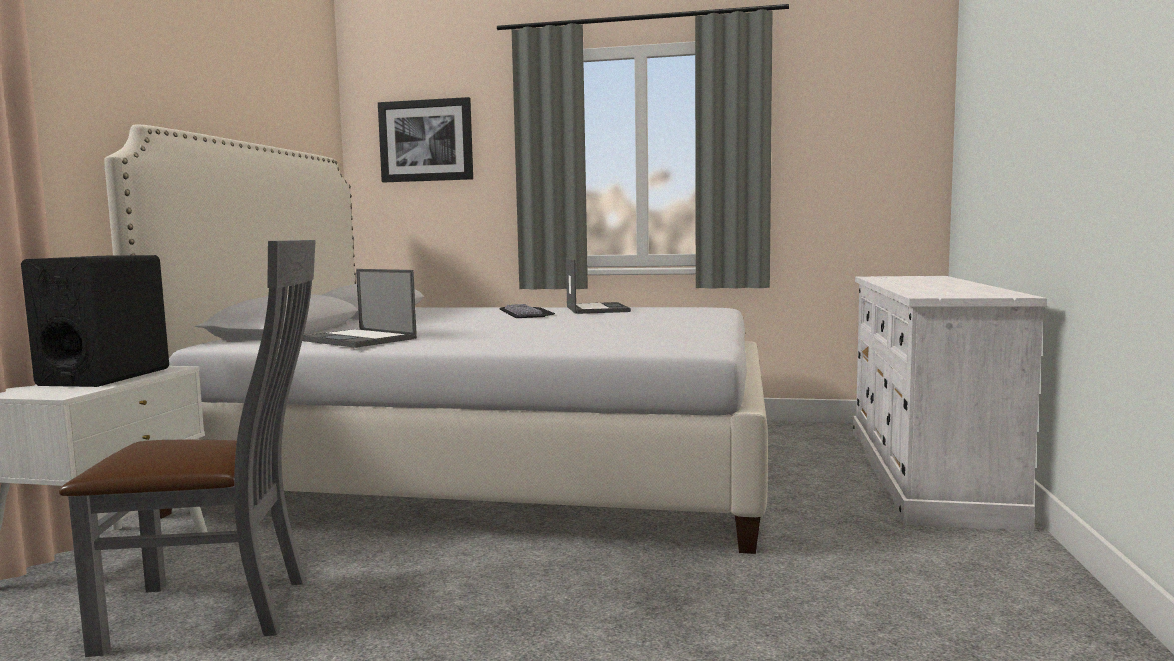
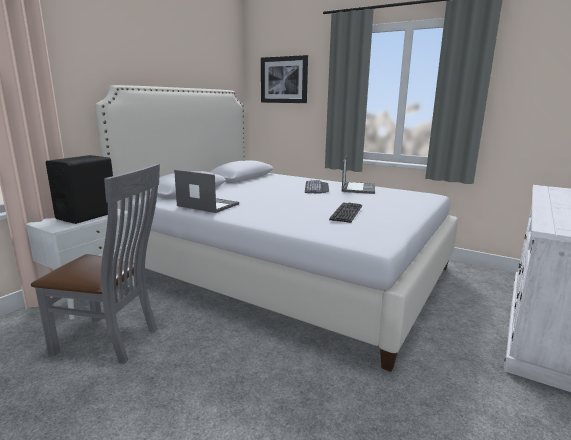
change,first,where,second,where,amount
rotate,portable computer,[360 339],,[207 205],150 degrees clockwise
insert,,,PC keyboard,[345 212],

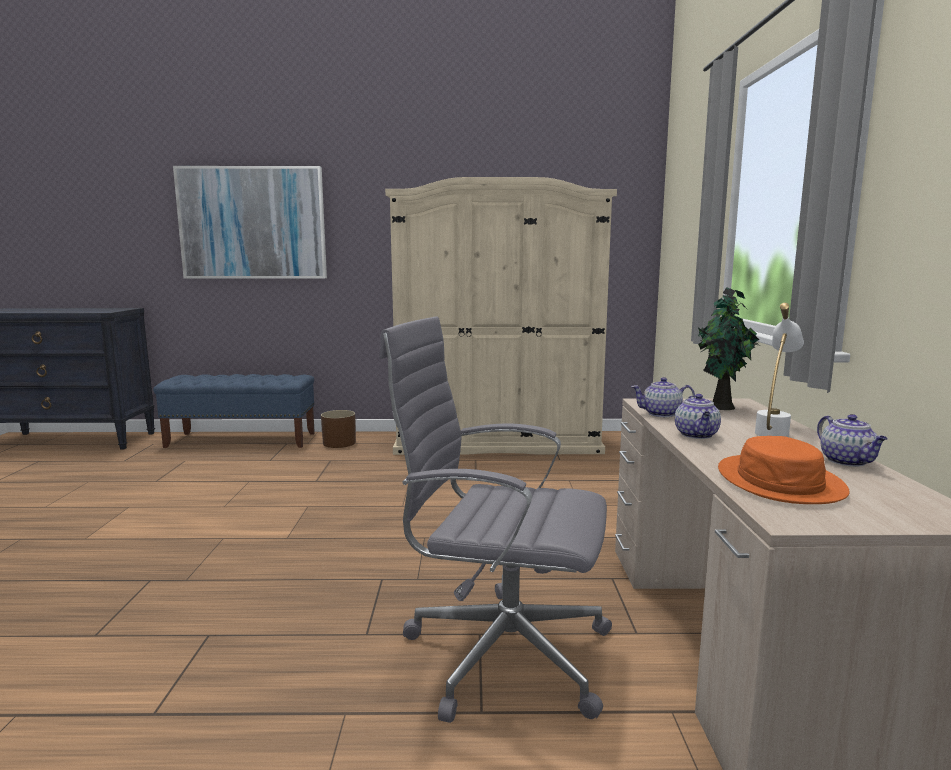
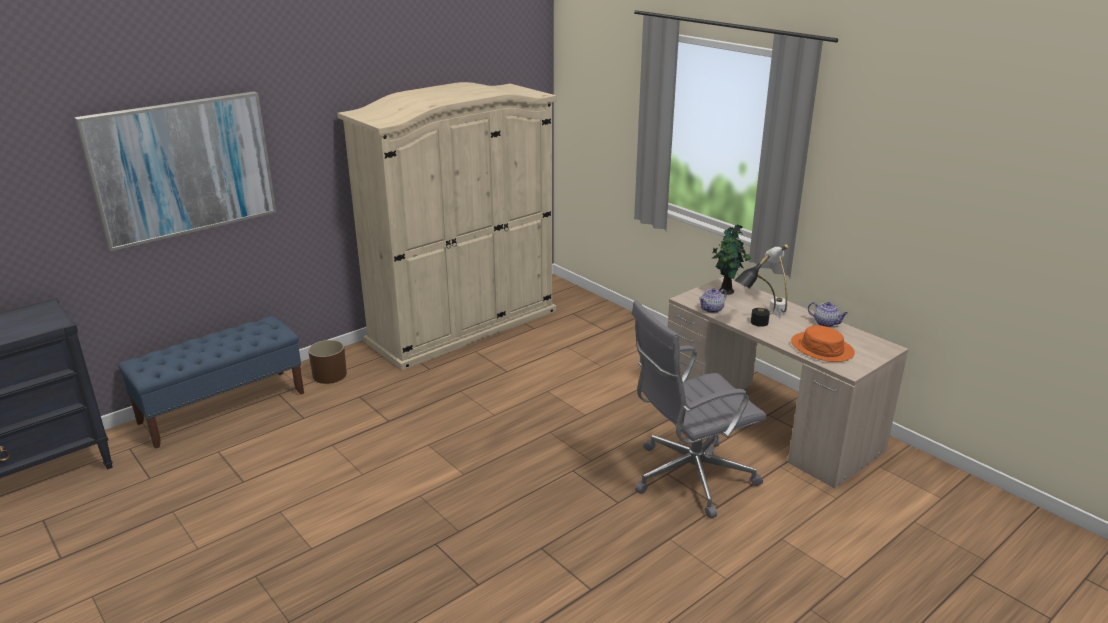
change,first,where,second,where,amount
replace,tea pot,[697 435],tabletop lamp/blackish,[752 324],

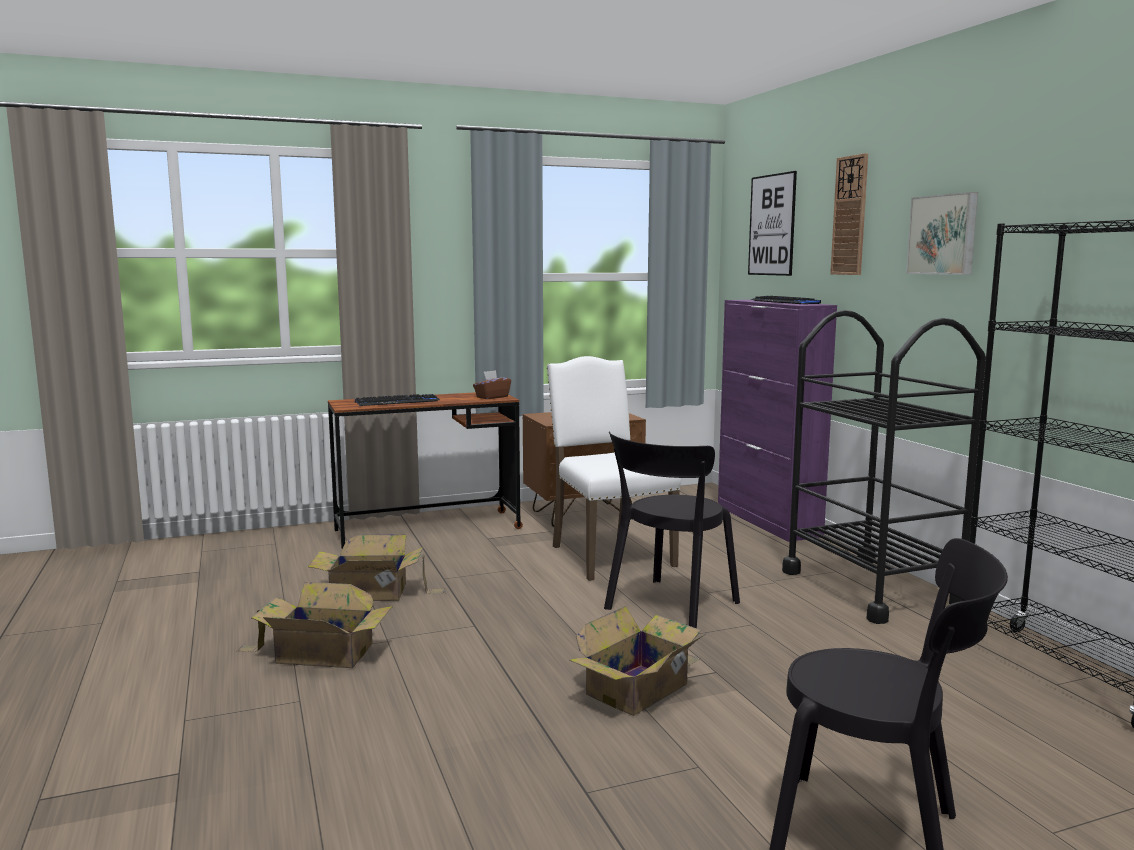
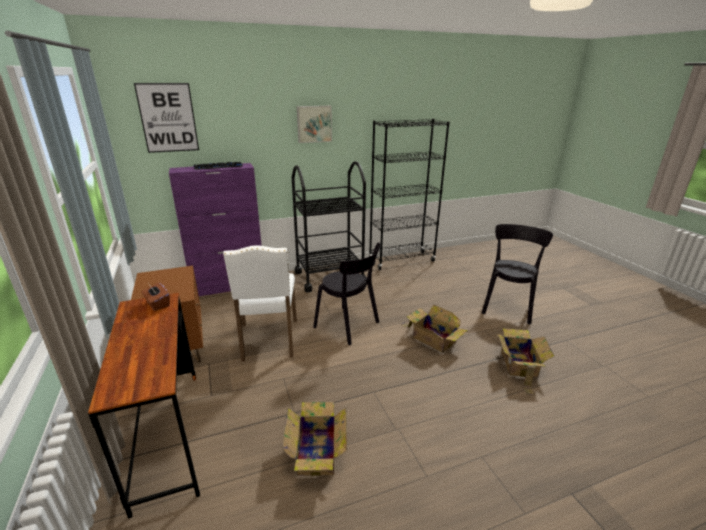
change,first,where,second,where,amount
move,cardboard box,[321 653],,[518 365],
delete,PC keyboard,[397 402],,,
rotate,plain chair/whitish,[608 555],,[268 341],75 degrees counterclockwise
delete,wall clock,[850 216],,,

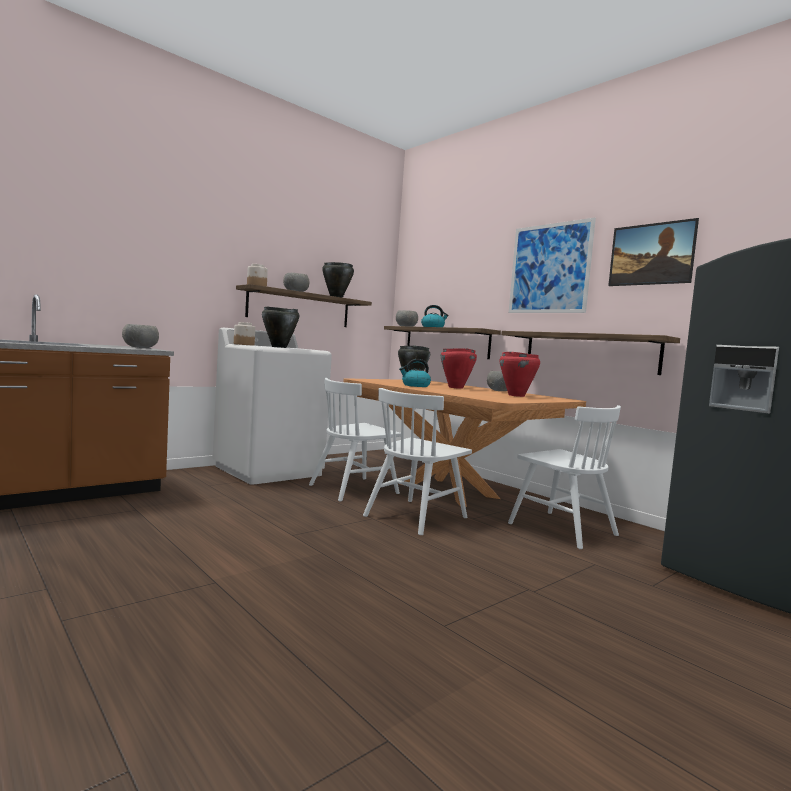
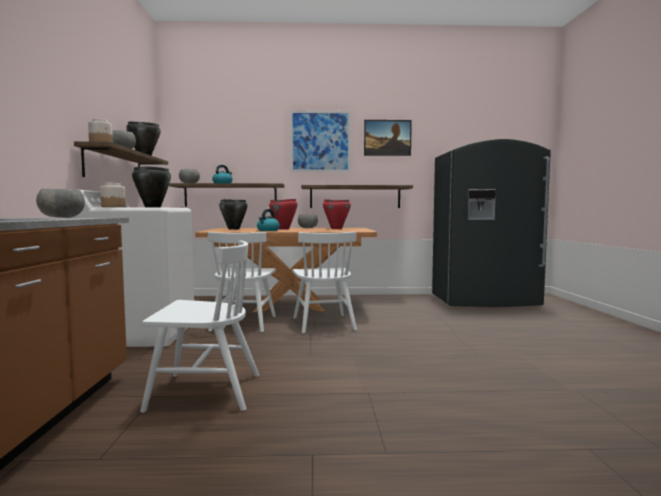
change,first,where,second,where,amount
move,plain chair/whitish,[562 529],,[205 392],

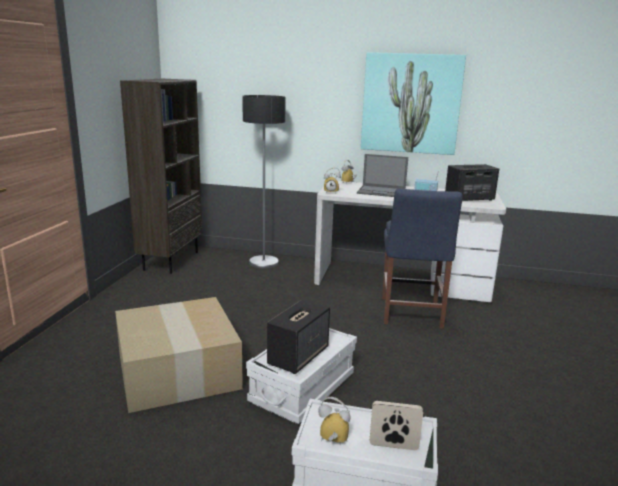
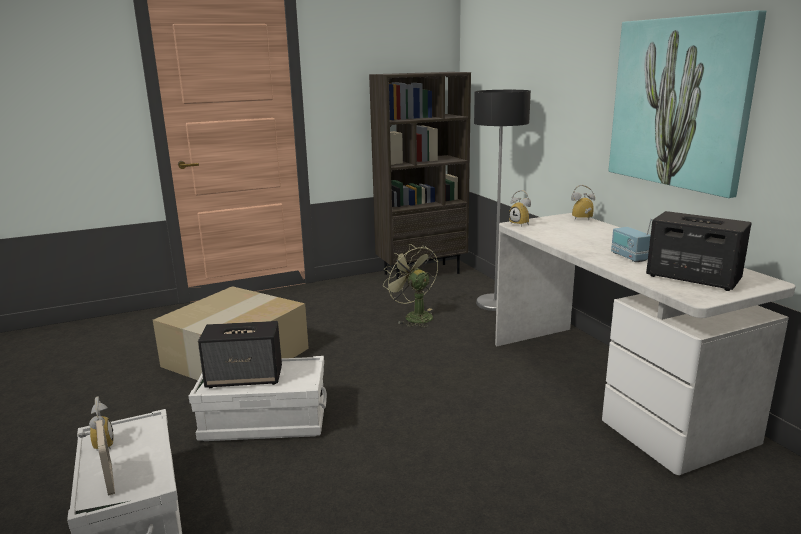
change,first,where,second,where,amount
delete,portable computer,[382 192],,,
delete,plain chair/blue-coloured,[411 314],,,
insert,,,electric fan/green,[413 316],

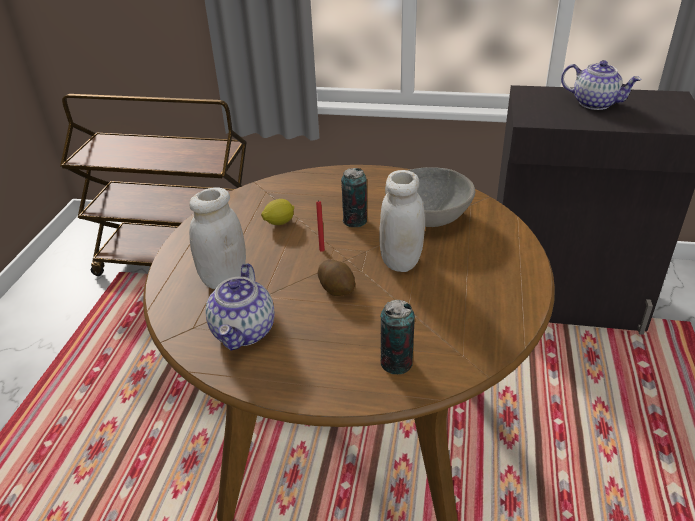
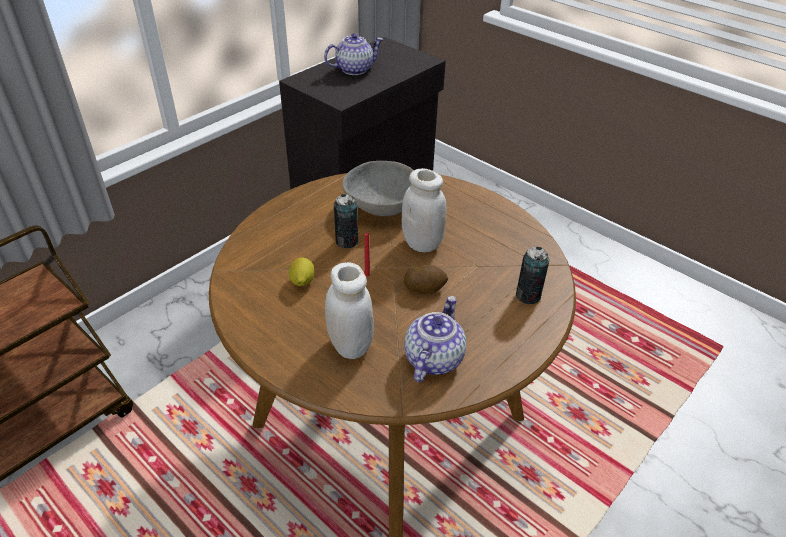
change,first,where,second,where,amount
rotate,tea pot,[244 332],,[433 358],105 degrees counterclockwise

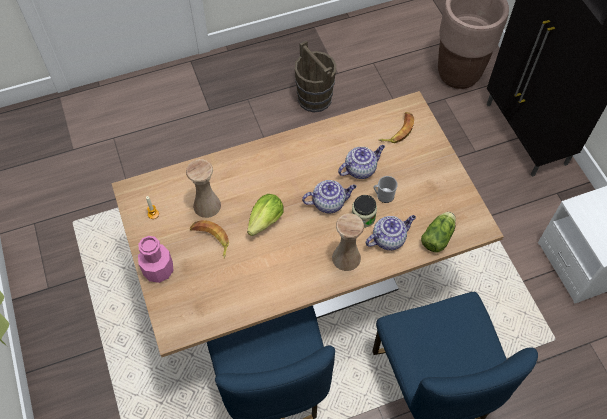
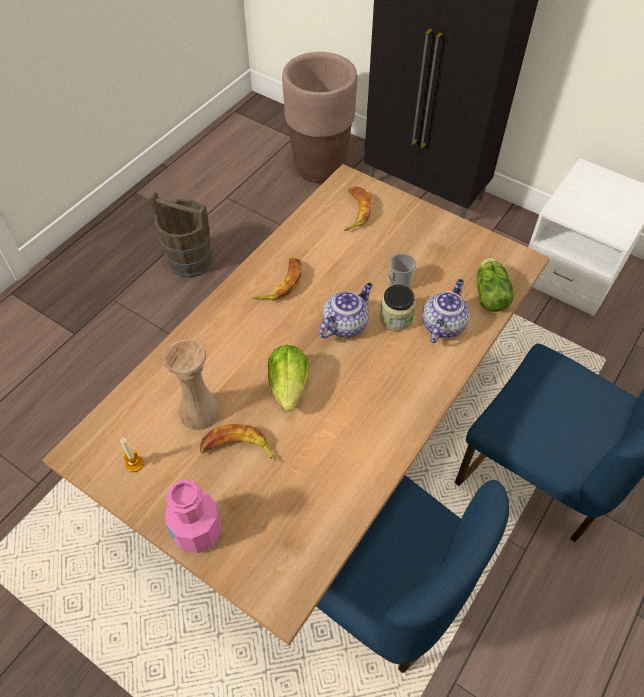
change,first,where,second,where,amount
delete,flower vase/beige,[346 258],,,
delete,tea pot,[360 169],,,
insert,,,whole banana,[281 283],

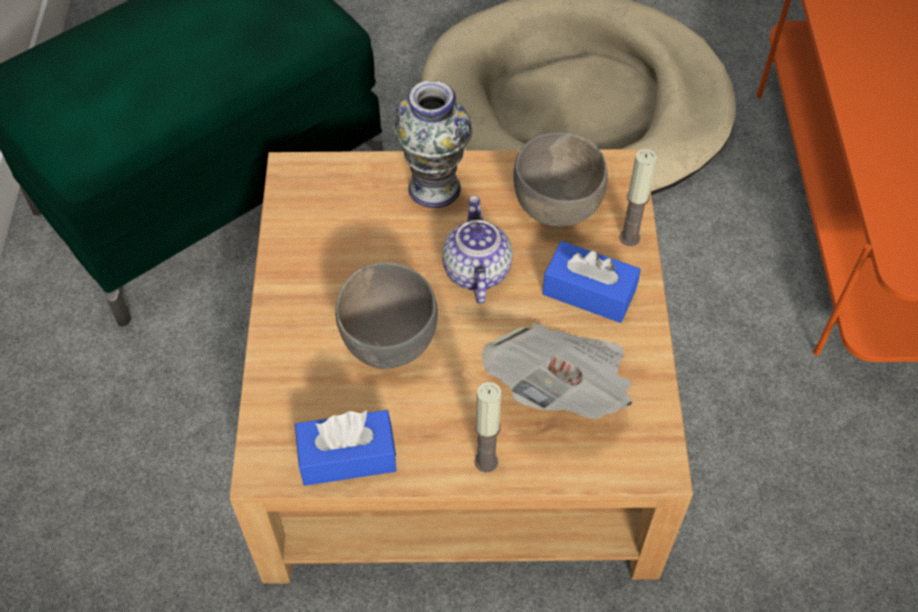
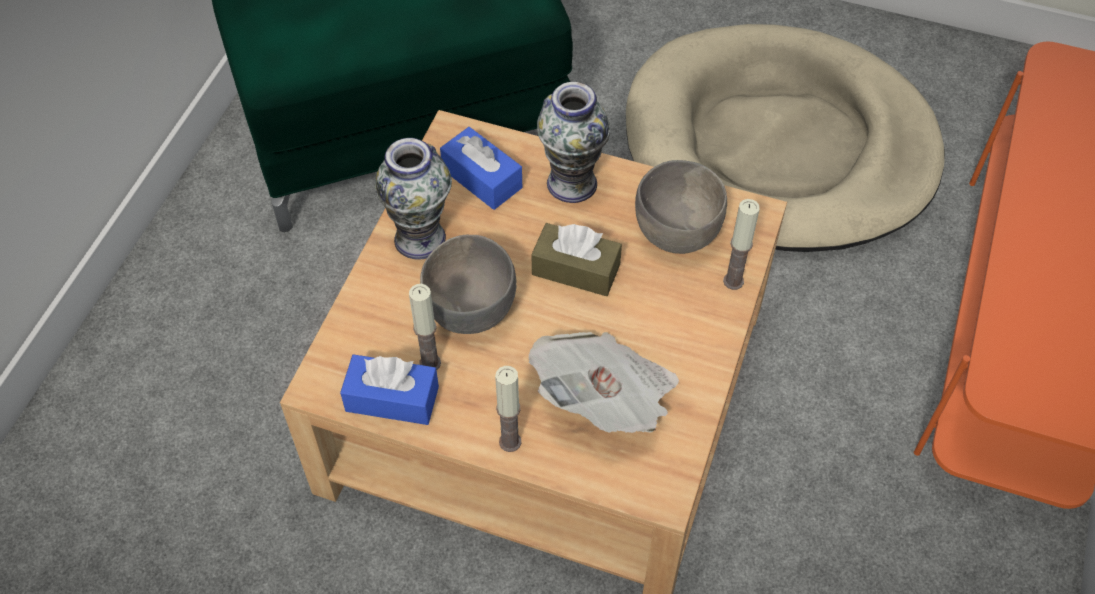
change,first,where,second,where,amount
replace,tea pot,[475 271],box of tissues/brownish,[576 269],
move,box of tissues/blue-coloured,[589 292],,[482 178],
insert,,,flower vase,[419 238],
insert,,,candle,[430 363],

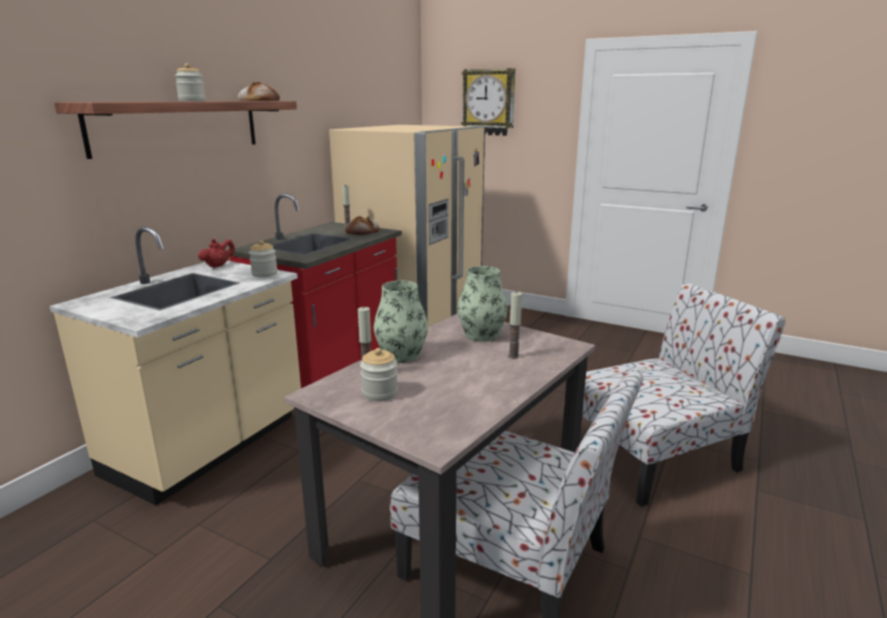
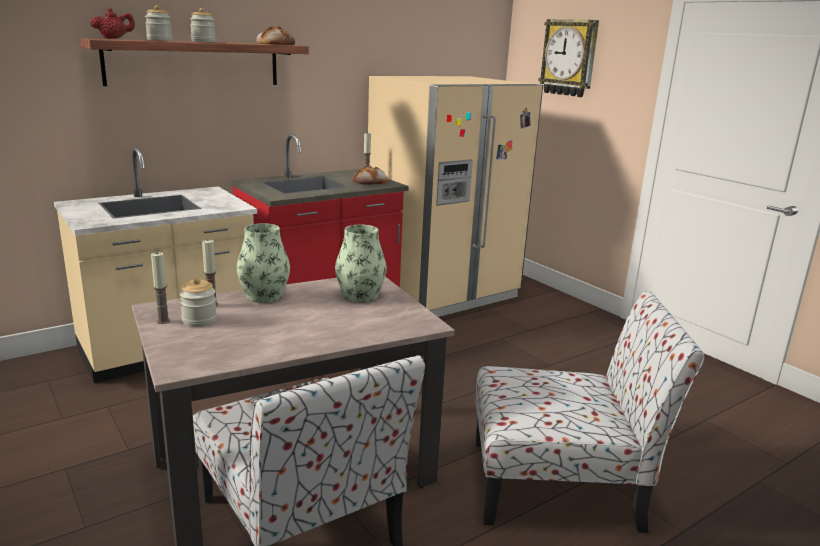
change,first,where,second,where,amount
move,tea pot/red,[218 266],,[114 39],
move,jar,[264 274],,[159 40],
move,candle,[513 356],,[163 321],

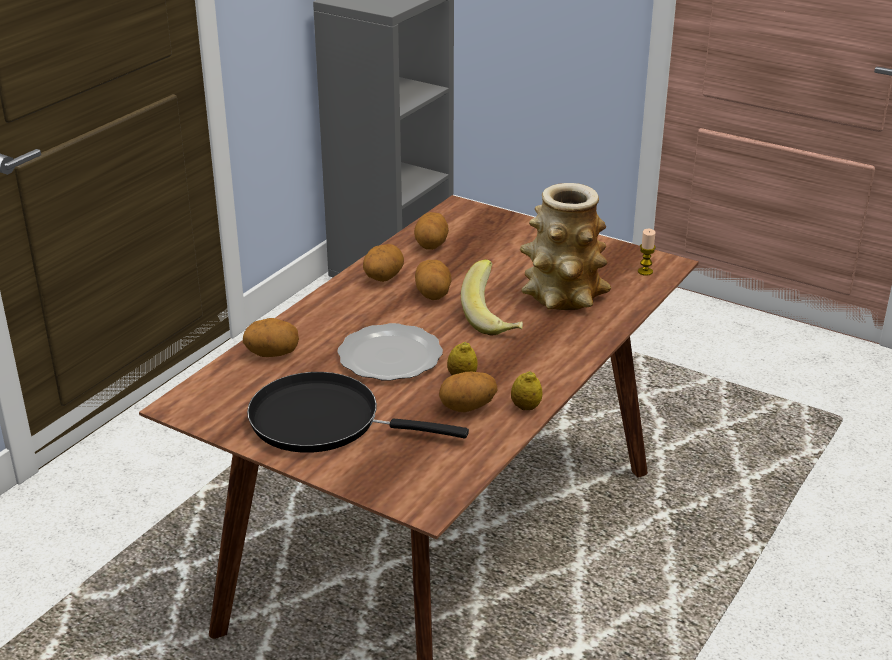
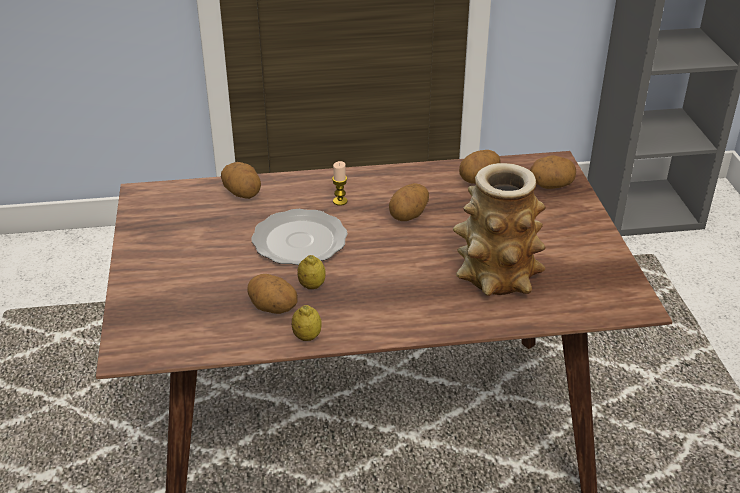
change,first,where,second,where,amount
delete,pan/blackish,[324 421],,,
move,potato,[383 278],,[551 186],
delete,whole banana,[495 319],,,
move,candle,[645 271],,[340 201],

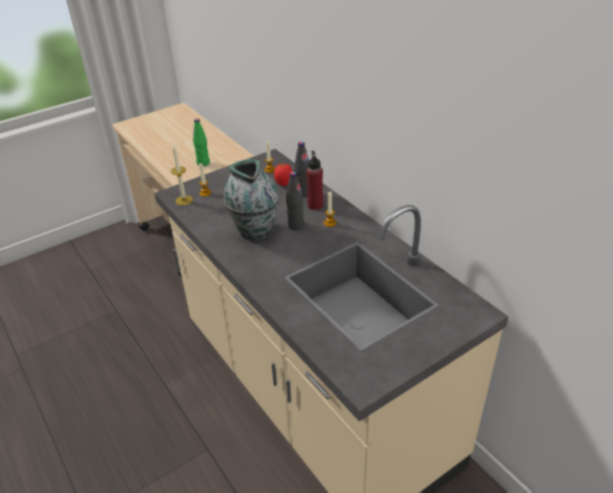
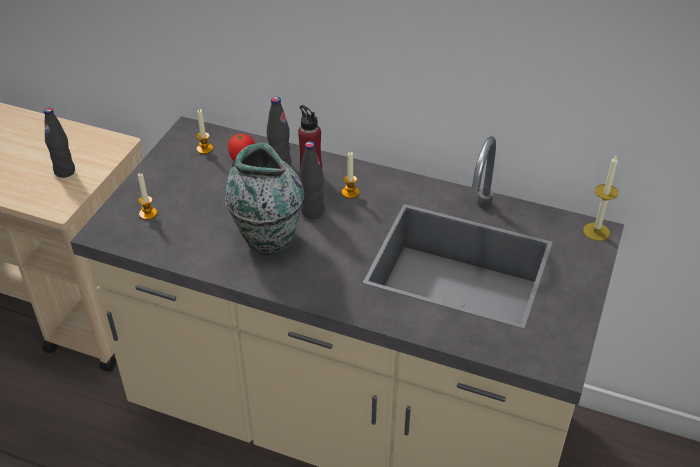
change,first,where,second,where,amount
move,candle,[184 200],,[596 231],
recolor,drink bottle/green,[203 163],drink bottle/blackish,[65 171],

